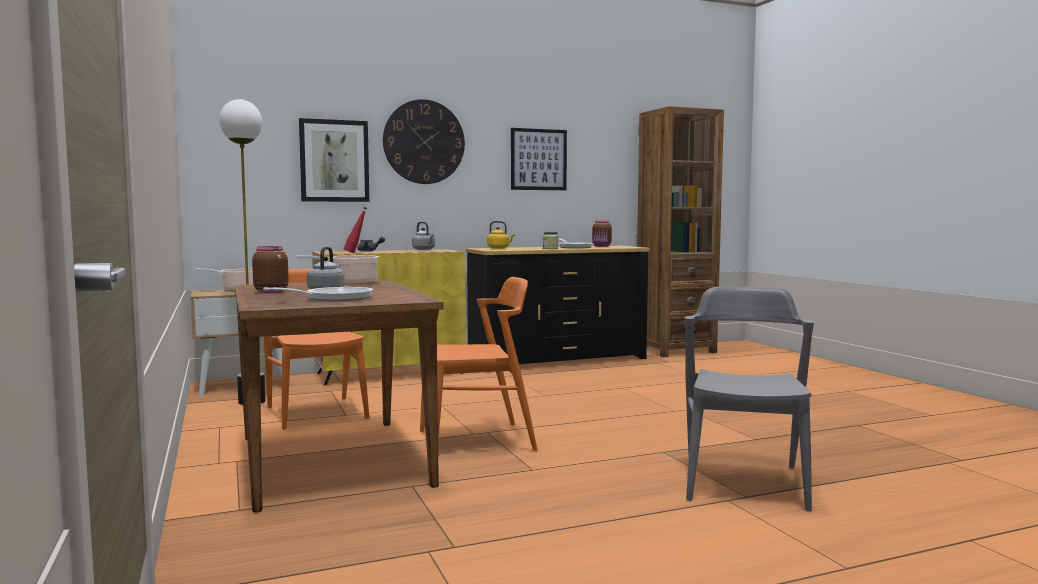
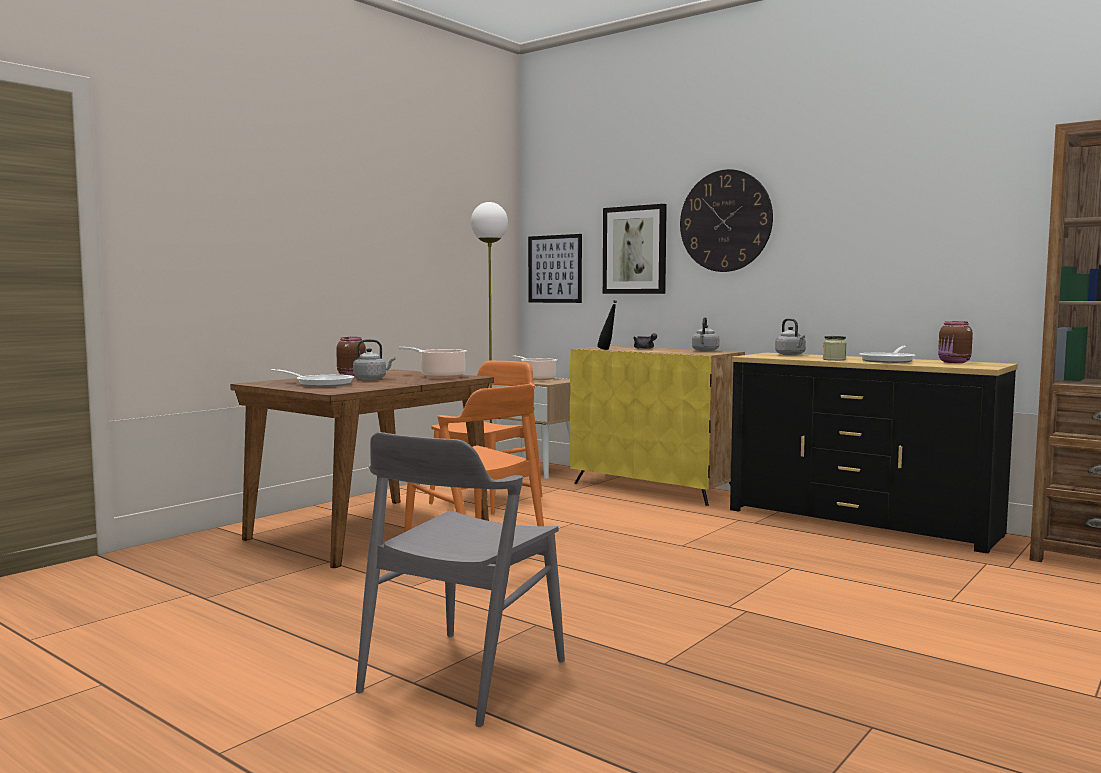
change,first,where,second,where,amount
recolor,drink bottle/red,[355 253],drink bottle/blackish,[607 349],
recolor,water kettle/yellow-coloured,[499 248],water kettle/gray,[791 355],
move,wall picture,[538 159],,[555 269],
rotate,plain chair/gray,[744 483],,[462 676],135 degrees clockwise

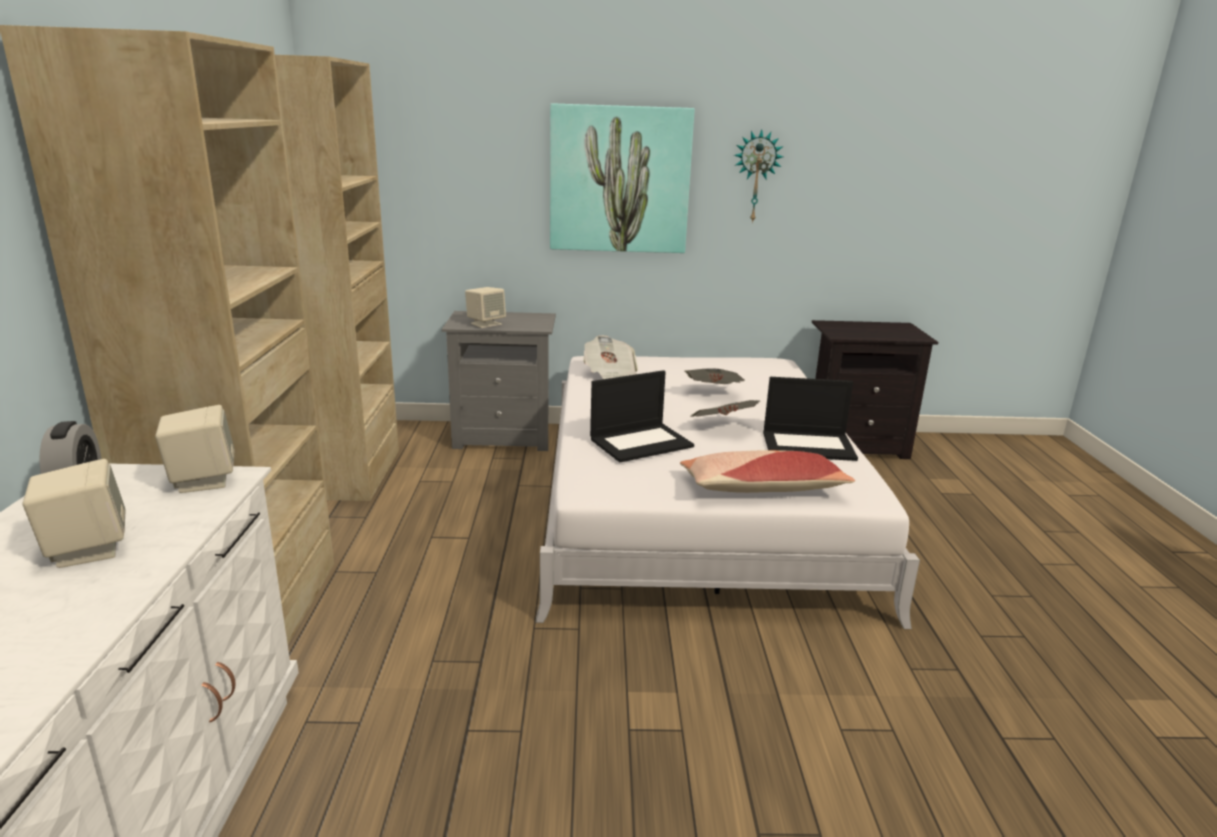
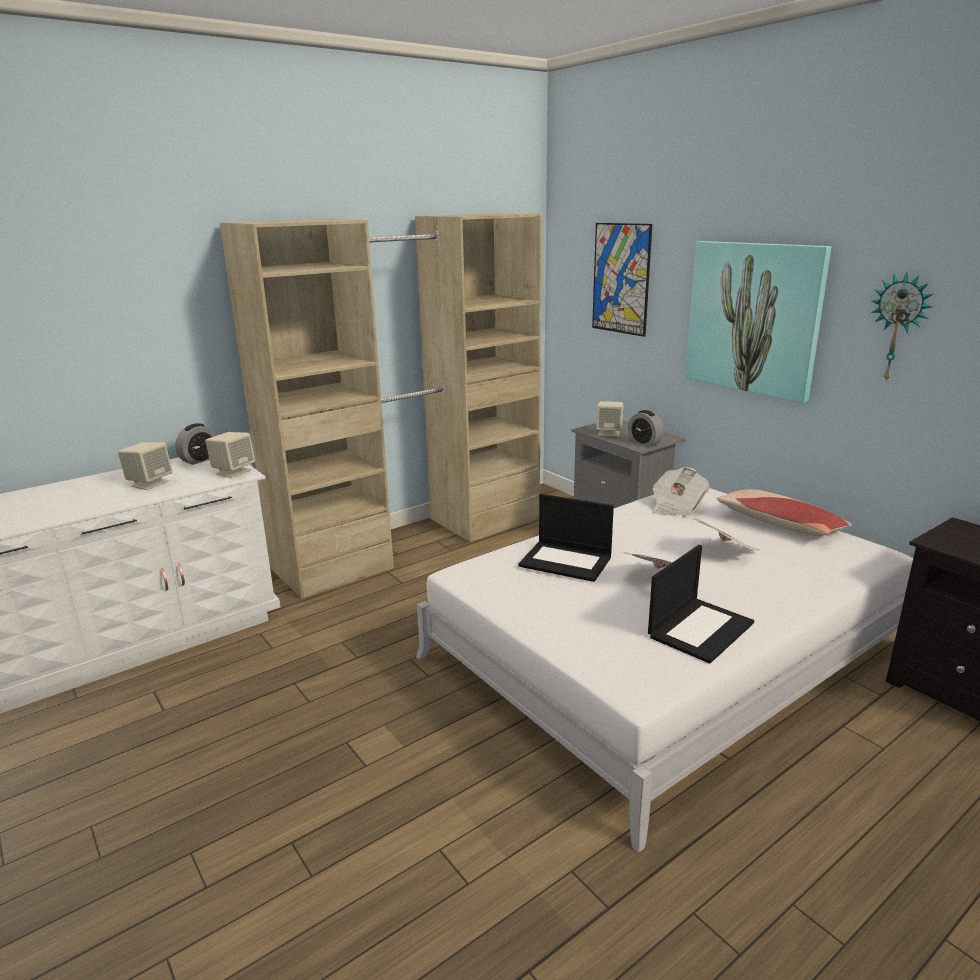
change,first,where,second,where,amount
move,pillow,[762 488],,[778 524],
rotate,portable computer,[809 445],,[700 629],105 degrees counterclockwise
insert,,,wall picture,[621 279],
insert,,,bedside clock,[644 442],

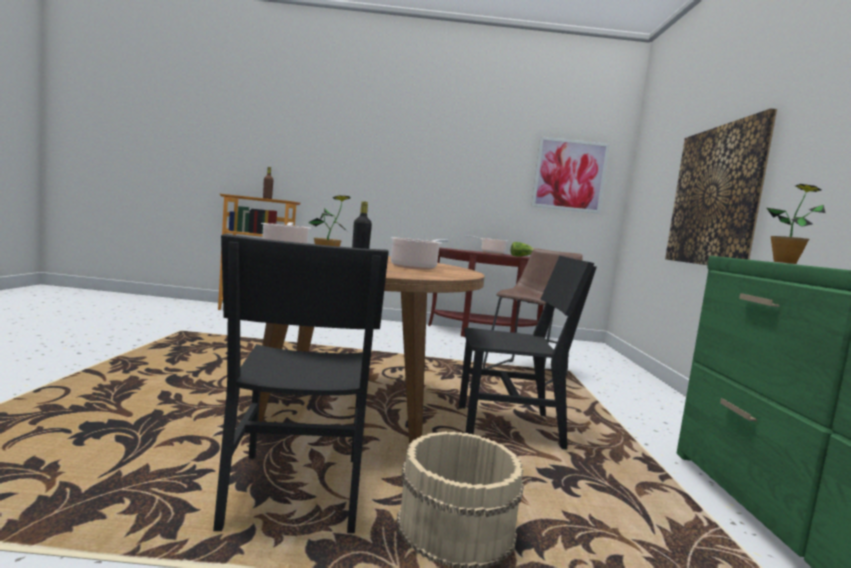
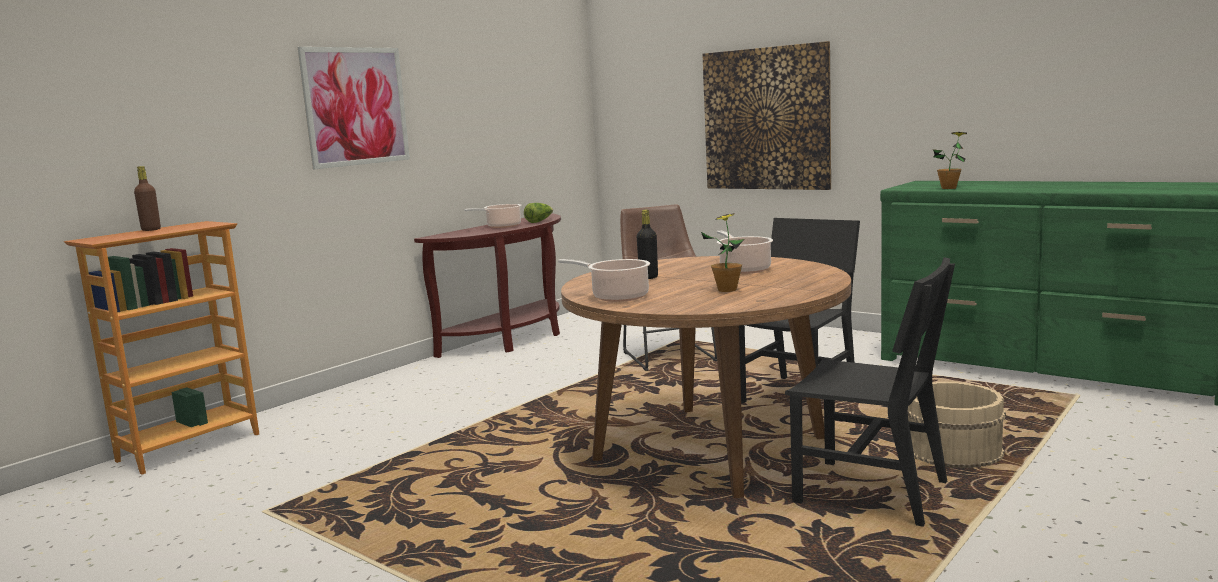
change,first,where,second,where,amount
move,wall picture,[569 175],,[356 106],

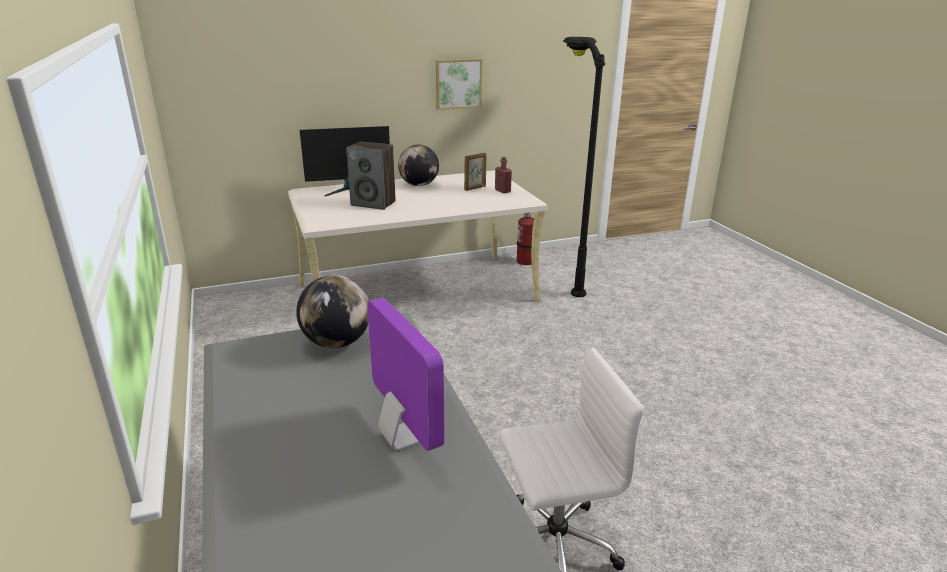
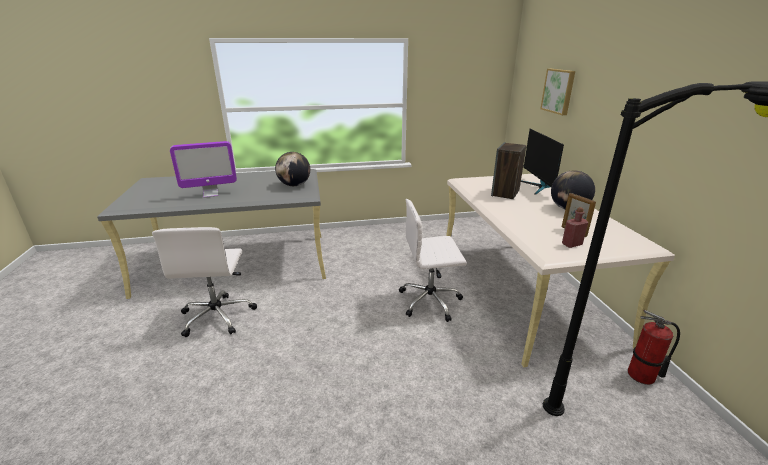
change,first,where,second,where,amount
move,wall picture,[458 83],,[558 91],
insert,,,computer chair/whitish,[431 301],

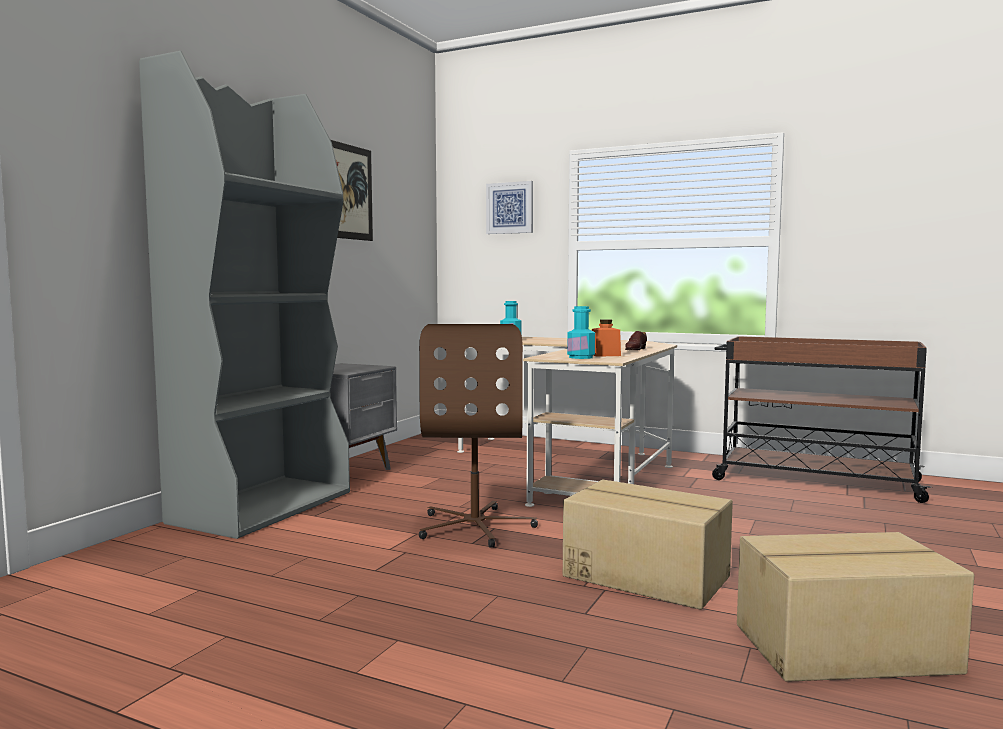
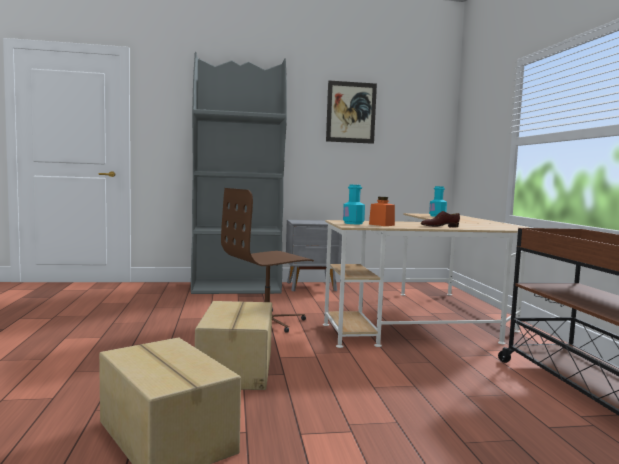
change,first,where,second,where,amount
delete,wall picture,[510 208],,,

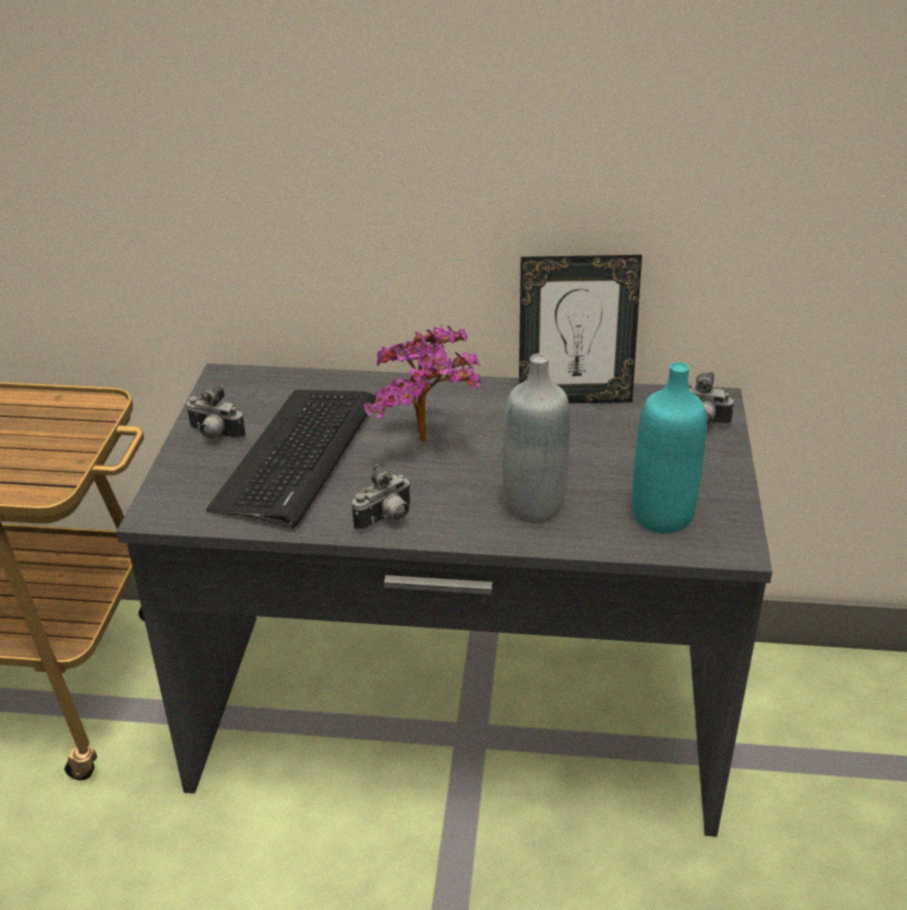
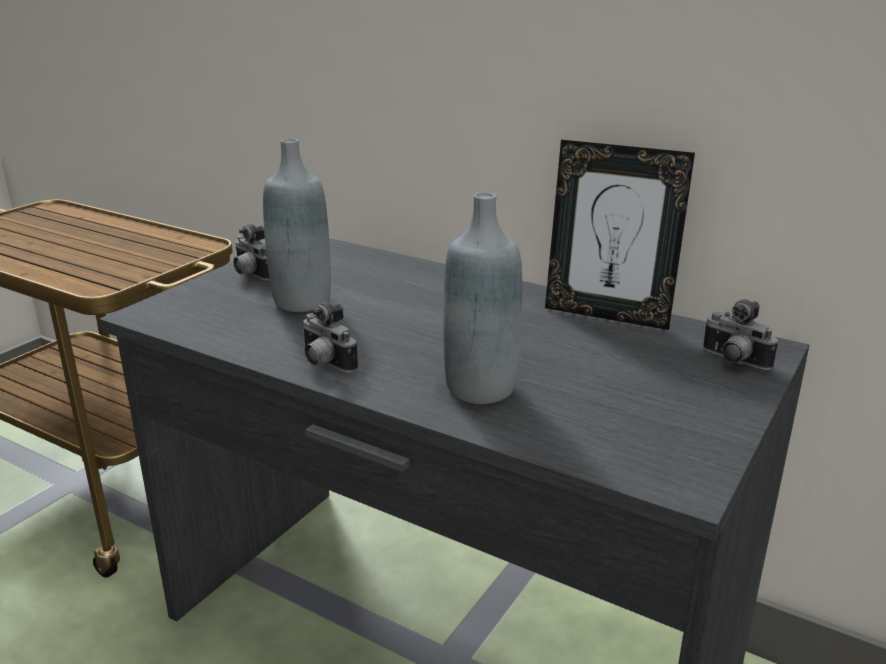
change,first,where,second,where,amount
replace,PC keyboard,[298 455],drink bottle/gray,[302 301],
rotate,still camera,[386 520],,[325 364],60 degrees clockwise
delete,houseplant,[427 444],,,
delete,drink bottle/blue-green,[662 516],,,

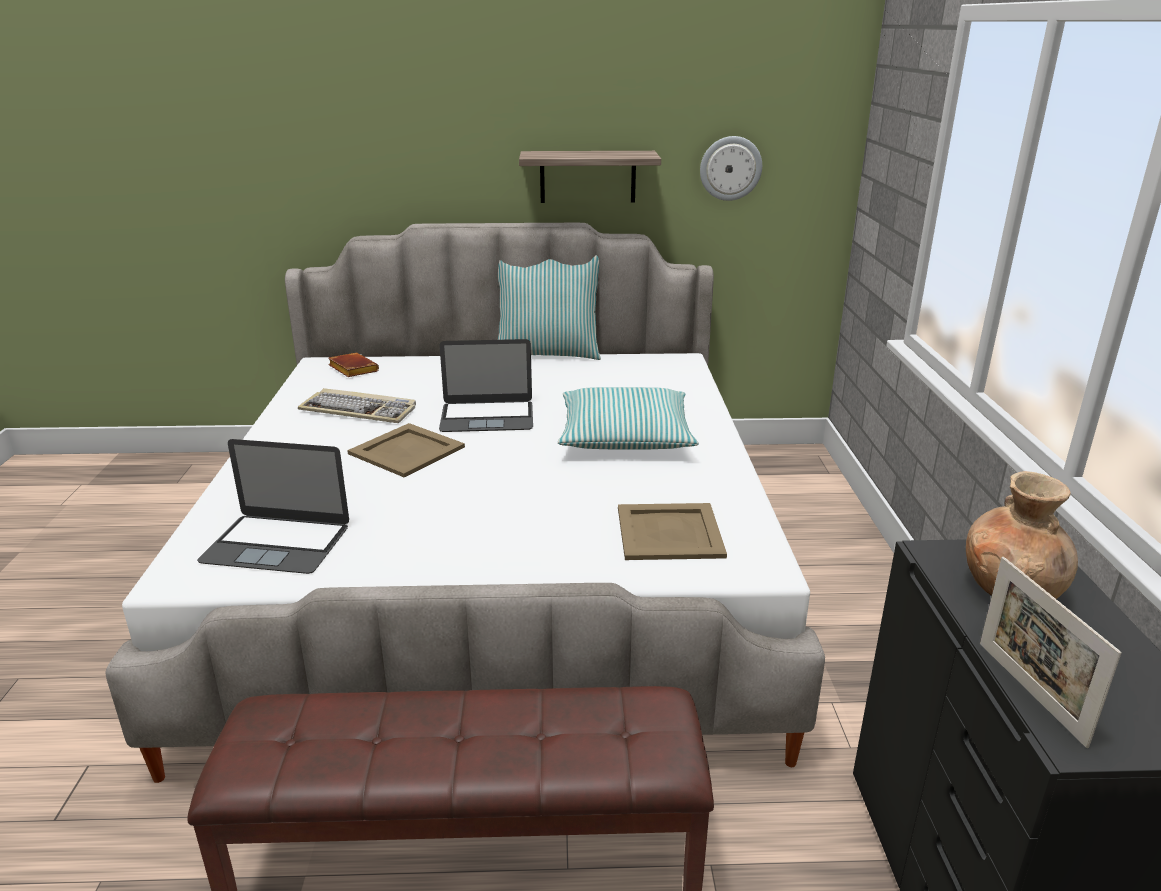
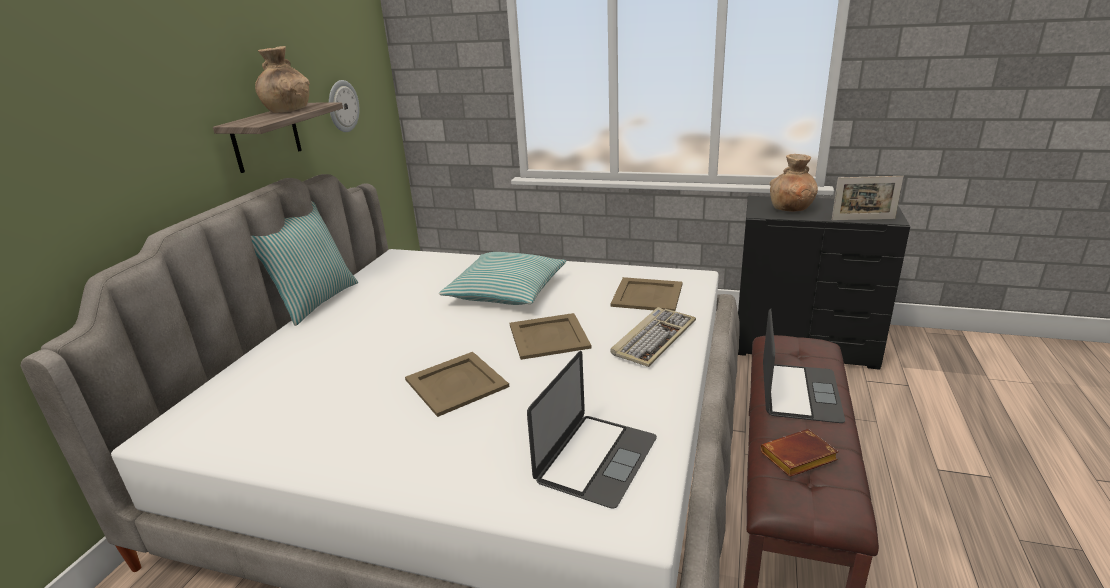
change,first,where,second,where,amount
move,PC keyboard,[360 410],,[653 338],
move,book/brownish,[351 369],,[797 459],
move,portable computer,[487 417],,[799 392],
insert,,,flower vase/brownish,[287 110],
insert,,,serving tray/beige,[548 337],

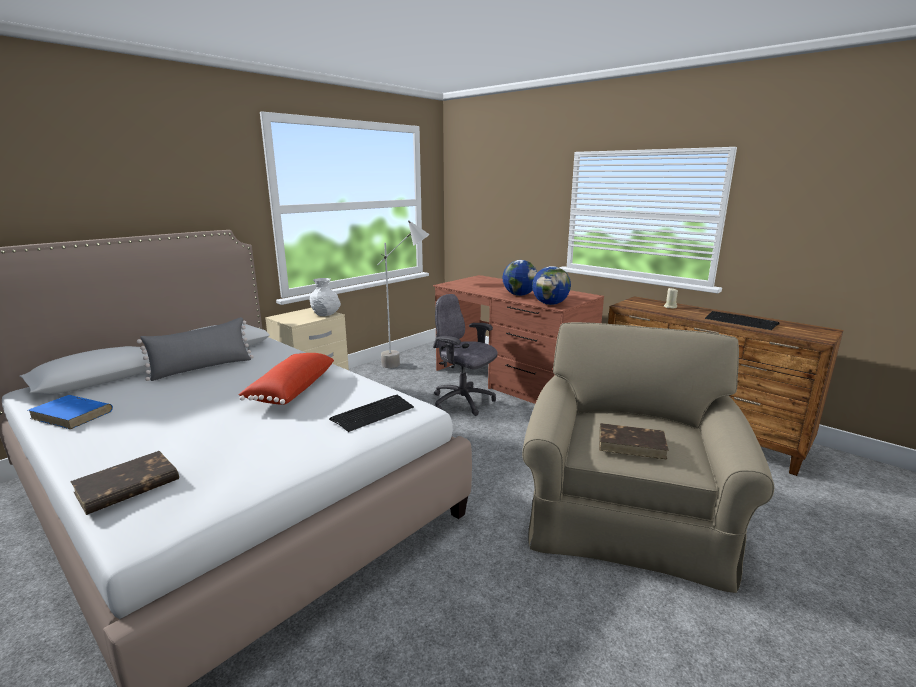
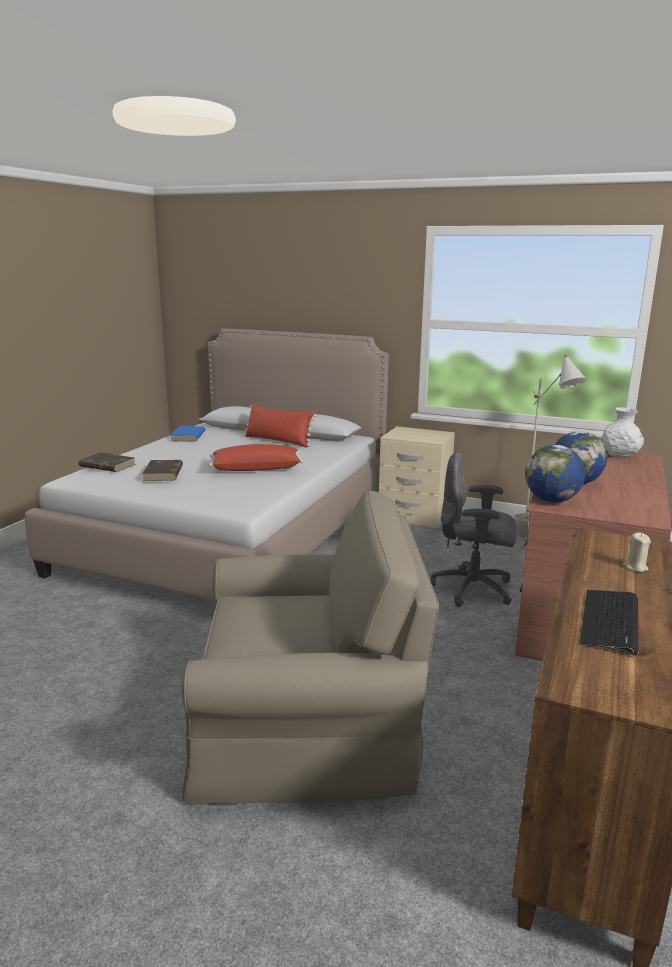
change,first,where,second,where,amount
recolor,pillow/gray,[202 368],pillow/red,[278 441],
move,flower vase/whitish,[326 314],,[620 455],
delete,PC keyboard,[373 413],,,
rotate,computer chair/gray,[463 402],,[474 589],90 degrees counterclockwise
move,book/brownish,[632 444],,[163 473],

